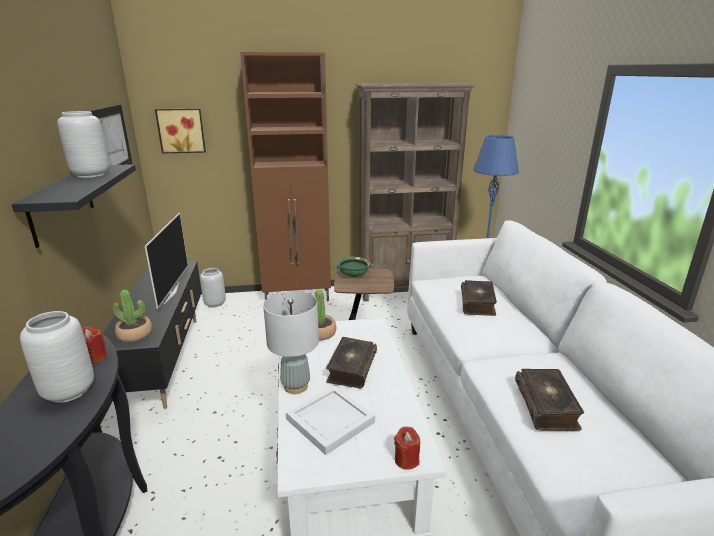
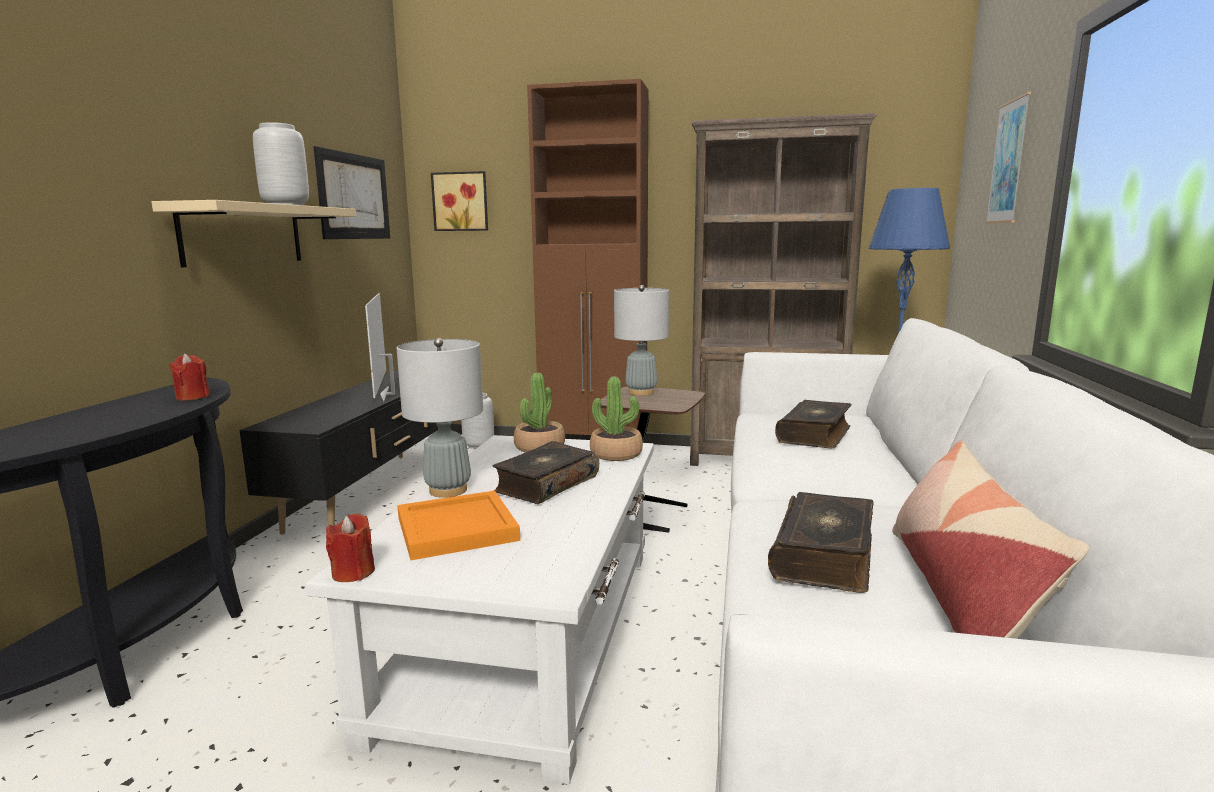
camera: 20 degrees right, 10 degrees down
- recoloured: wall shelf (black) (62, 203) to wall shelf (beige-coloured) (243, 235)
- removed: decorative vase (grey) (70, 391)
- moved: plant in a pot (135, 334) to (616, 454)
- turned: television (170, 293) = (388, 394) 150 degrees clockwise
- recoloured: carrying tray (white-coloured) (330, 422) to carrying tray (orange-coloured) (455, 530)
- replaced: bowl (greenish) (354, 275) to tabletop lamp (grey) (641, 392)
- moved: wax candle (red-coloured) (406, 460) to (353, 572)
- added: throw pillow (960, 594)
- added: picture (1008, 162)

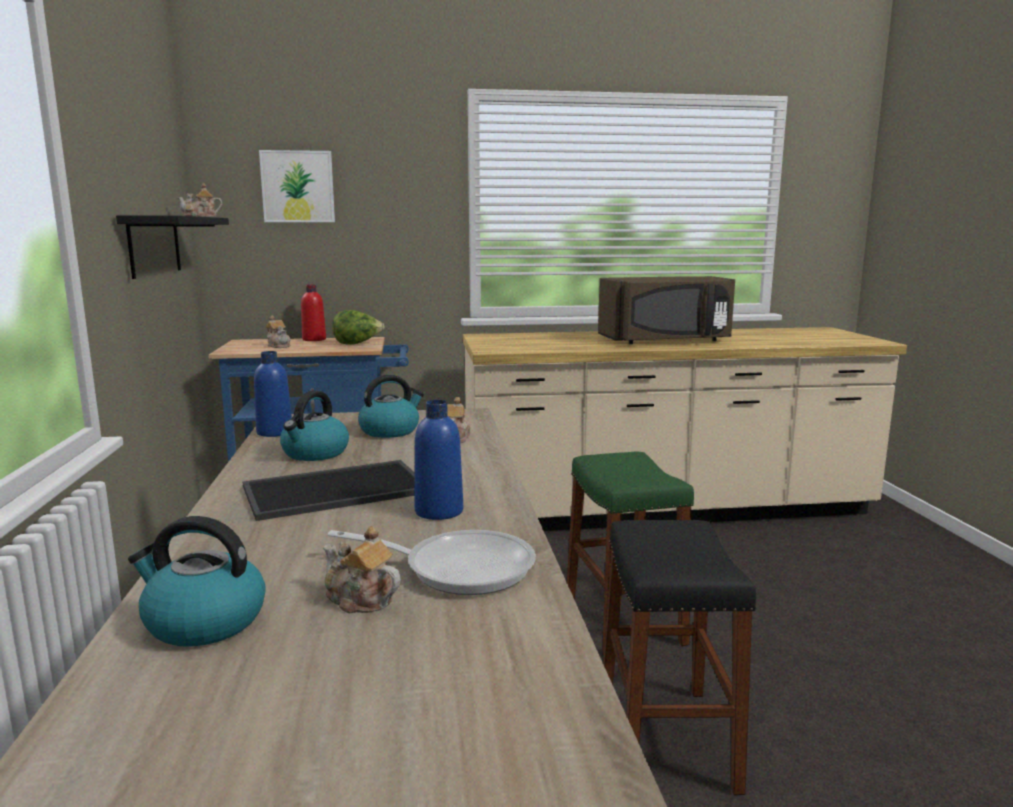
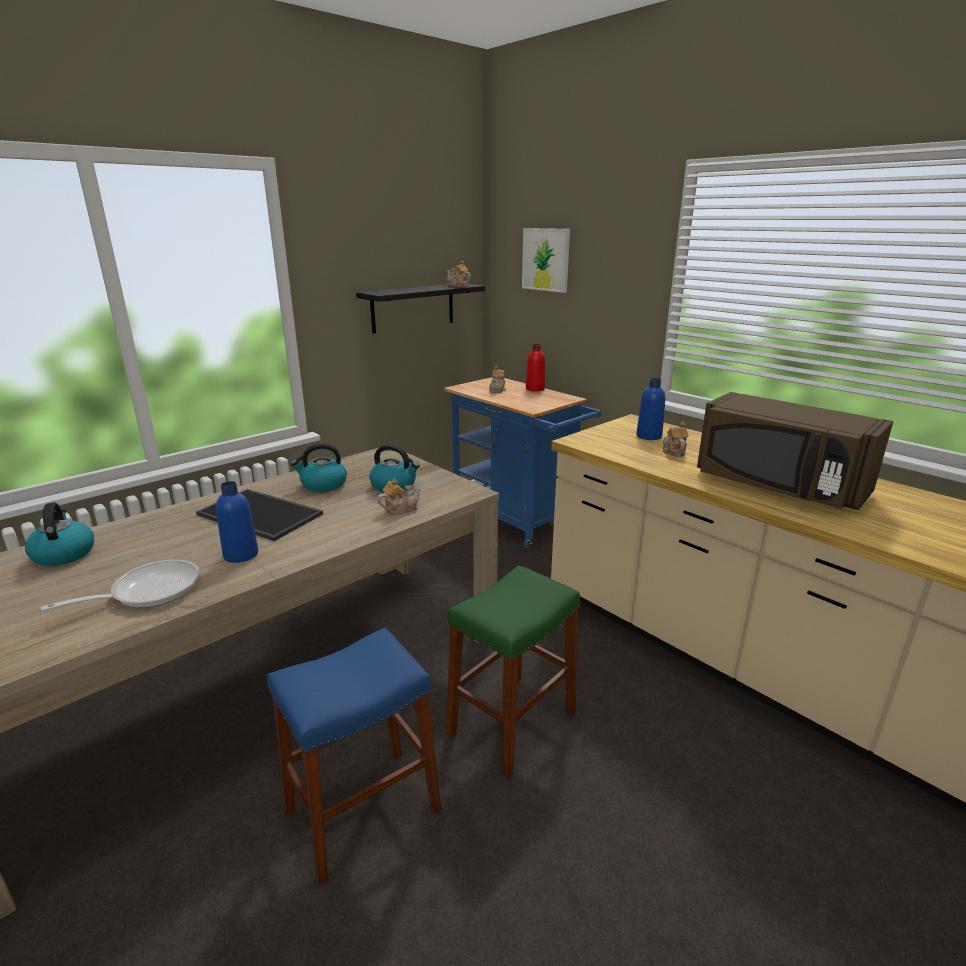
camera: 55 degrees right, 10 degrees up
- moved: drink bottle (bluish) (274, 432) to (649, 436)
- moved: tea pot (359, 600) to (673, 451)
- turned: frying pan (458, 568) = (148, 591) 105 degrees counterclockwise
- removed: lettuce head (357, 344)
- recoloured: stool seat (black) (666, 739) to stool seat (bluish) (363, 810)

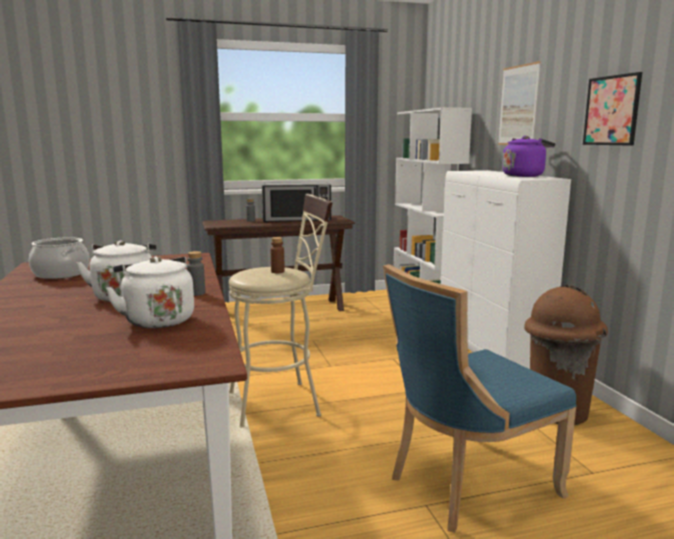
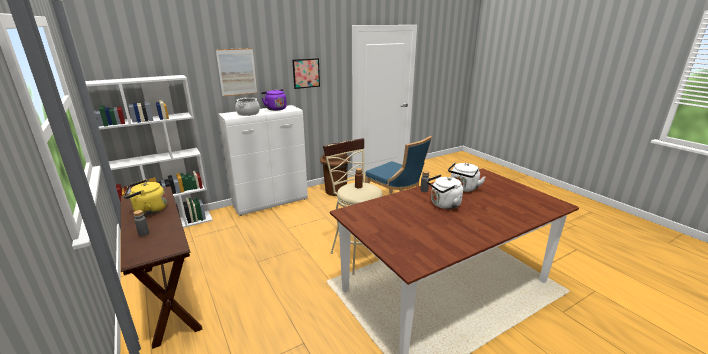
camera: 105 degrees left, 10 degrees up
- moved: stockpot (61, 273) to (248, 113)
- replaced: kitchen microwave (296, 220) to tea kettle (yellowish) (148, 210)

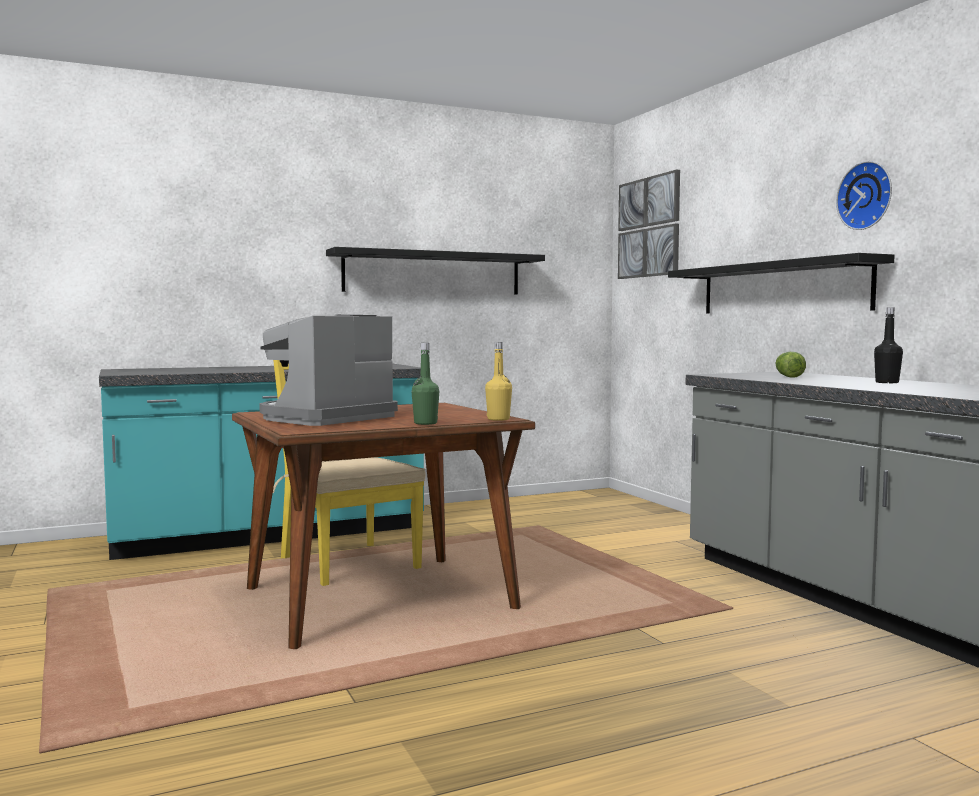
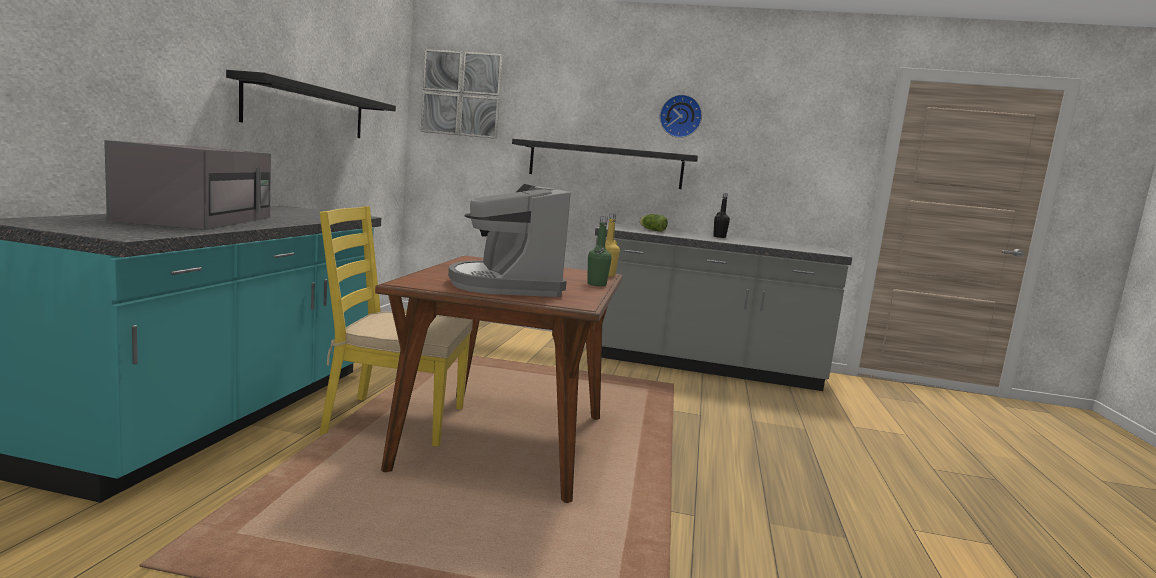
camera: 55 degrees left, 5 degrees up
- added: kitchen microwave (grey) (198, 219)

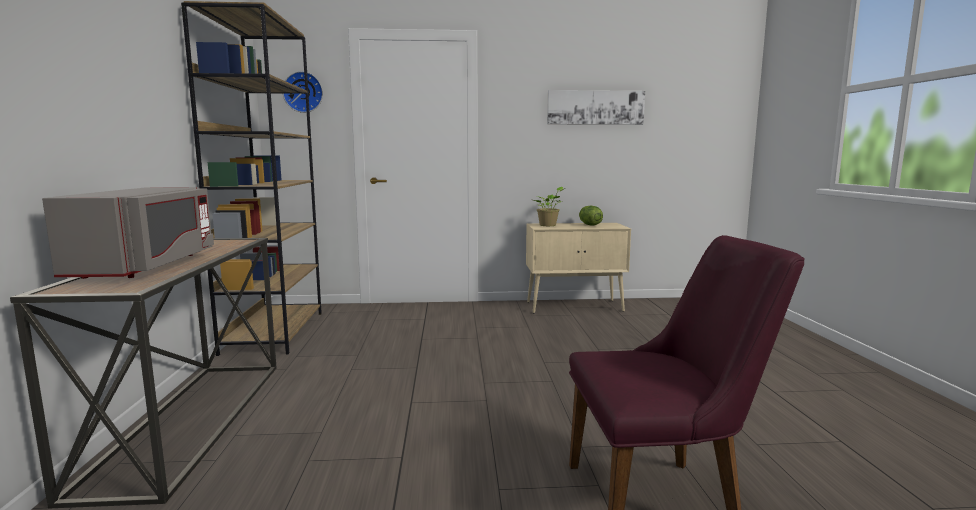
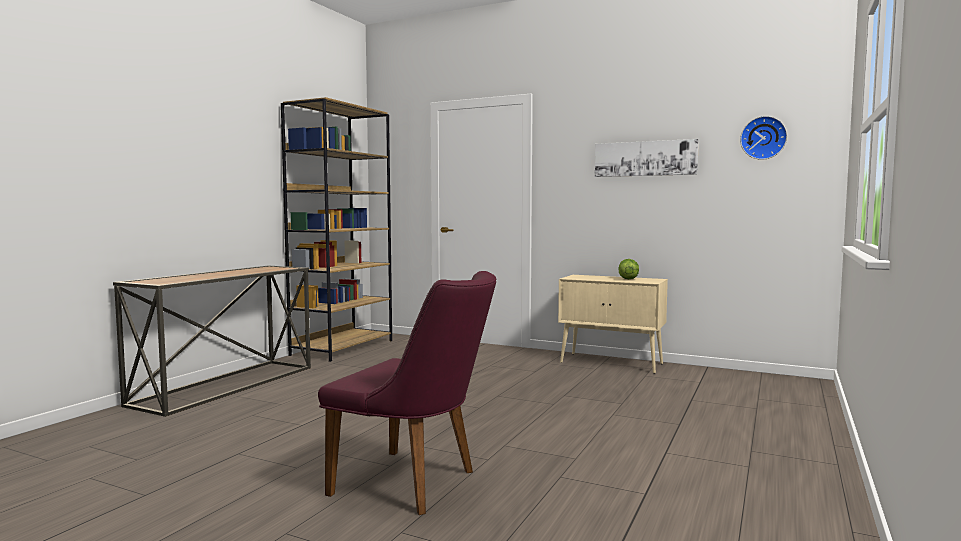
camera: 30 degrees right, 5 degrees down
- removed: kitchen microwave (grey) (147, 266)
- moved: wall clock (303, 92) to (763, 138)
- removed: plant in a pot (549, 225)

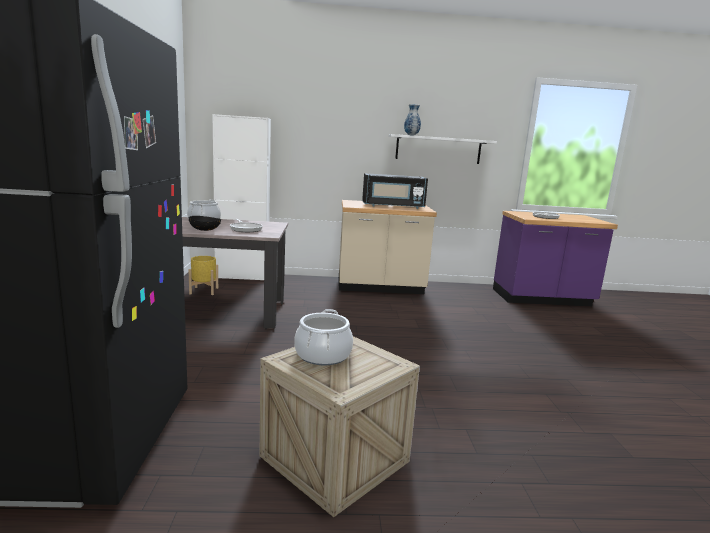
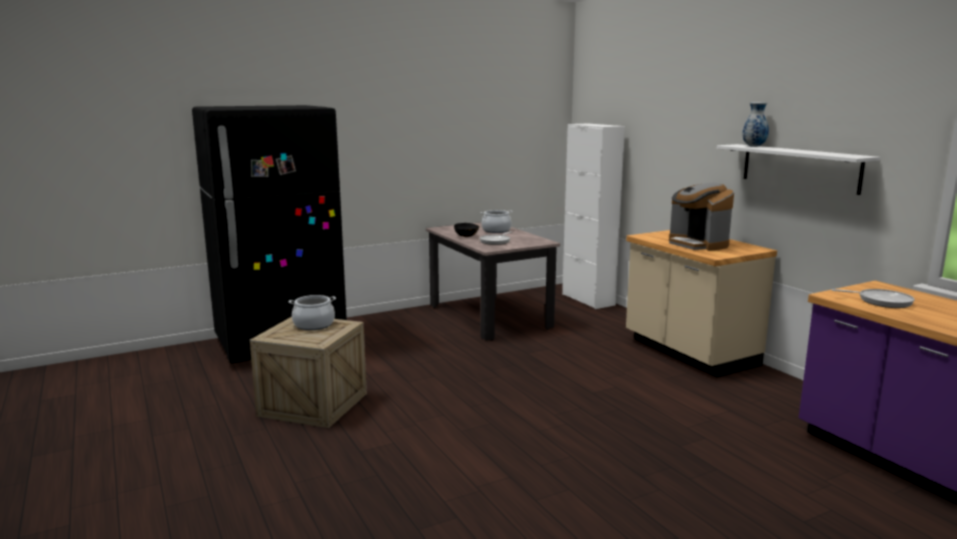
camera: 65 degrees right, 0 degrees up
- removed: plant pot (yellowish) (204, 291)
- replaced: kitchen microwave (black) (393, 206) to coffee brewer (697, 244)

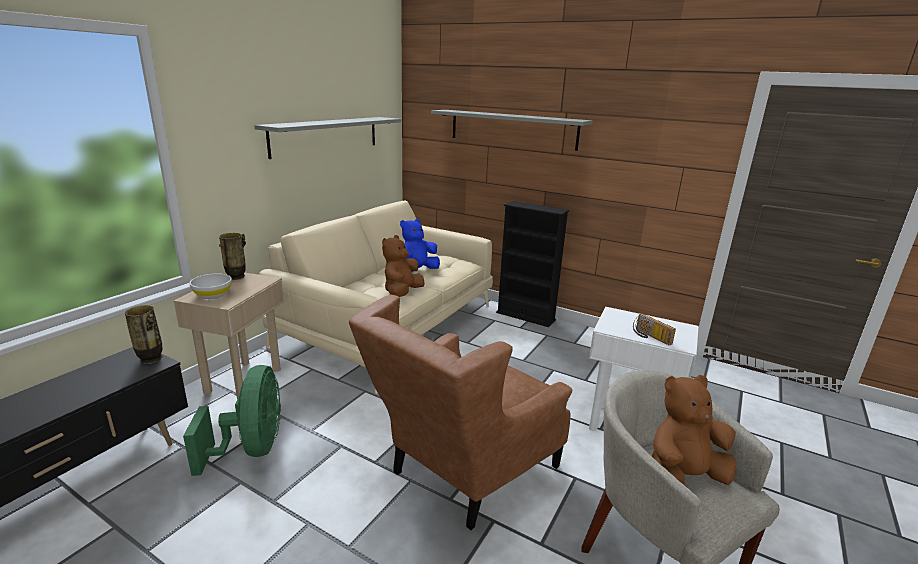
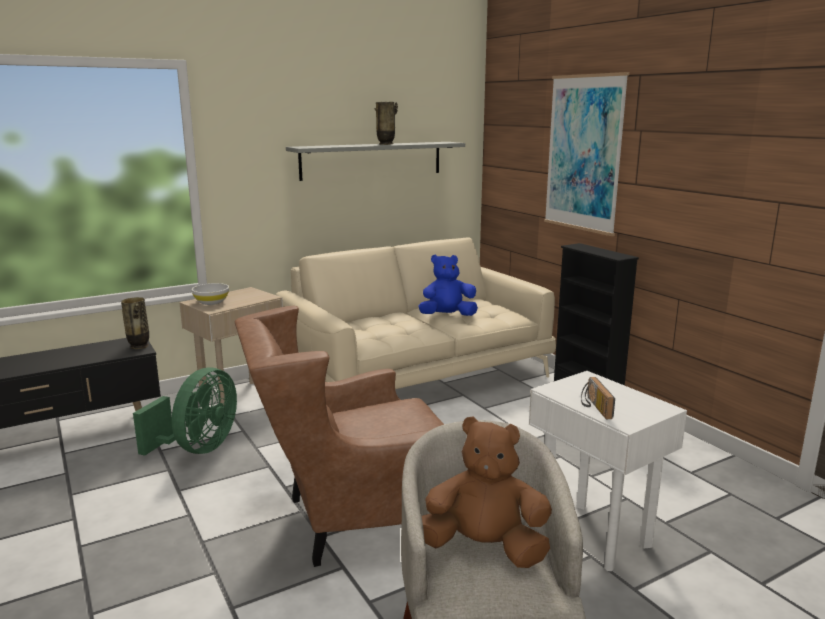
camera: 30 degrees right, 5 degrees down
- moved: decorative vase (236, 277) to (386, 144)
- removed: soft toy (brown) (402, 293)
- replaced: wall shelf (grey) (512, 129) to picture (584, 153)

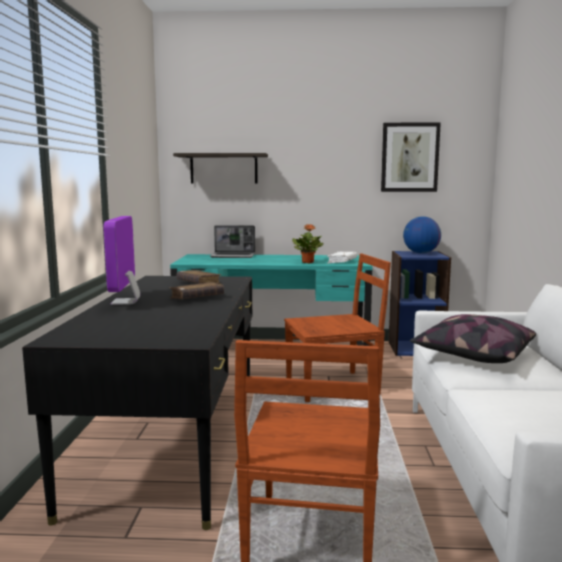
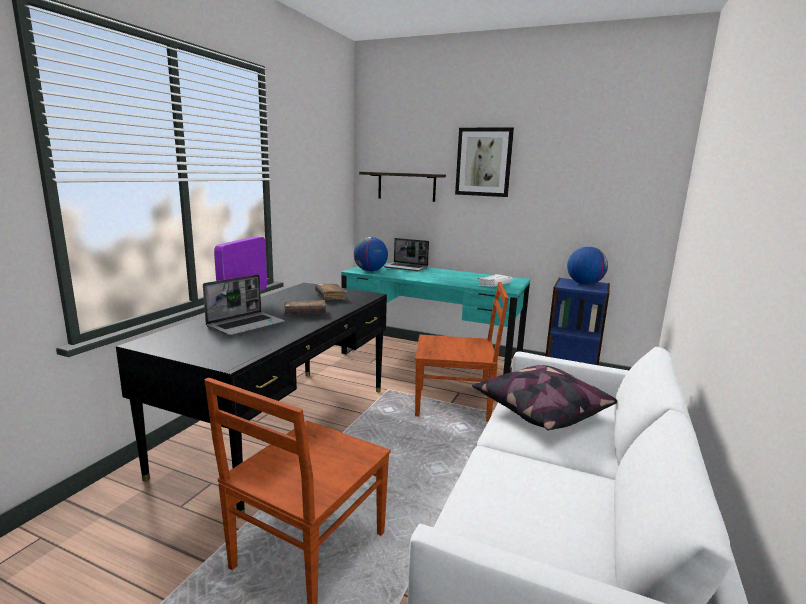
camera: 20 degrees right, 5 degrees up
- removed: plant in a pot (308, 262)
- moved: picture (409, 157) to (483, 162)
- added: laptop (246, 325)
- added: desk globe (370, 271)

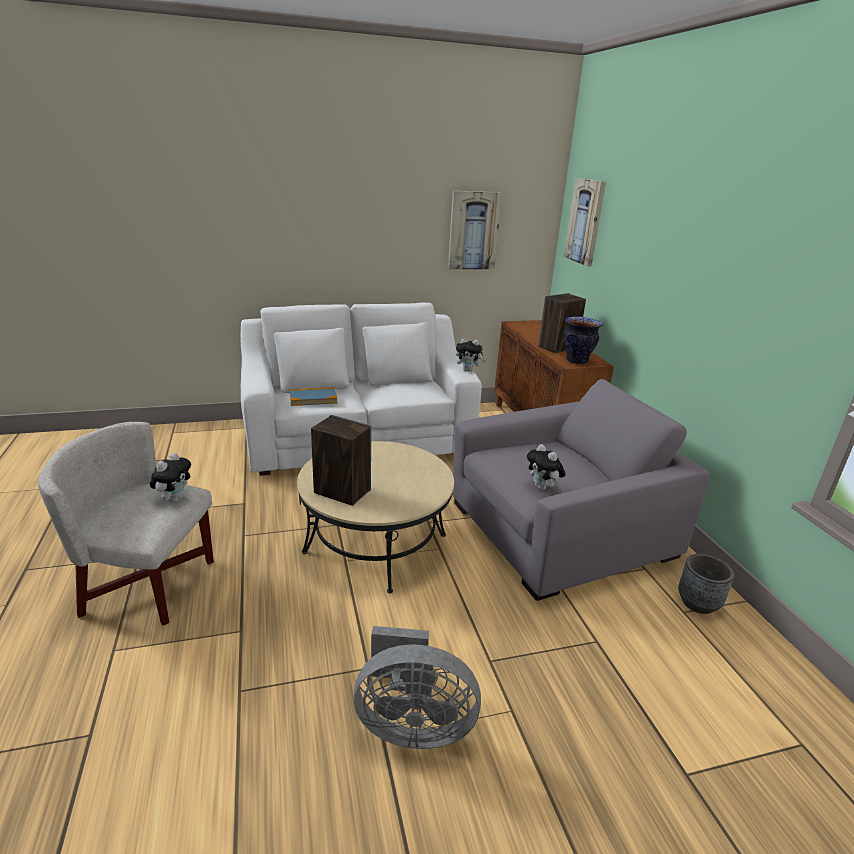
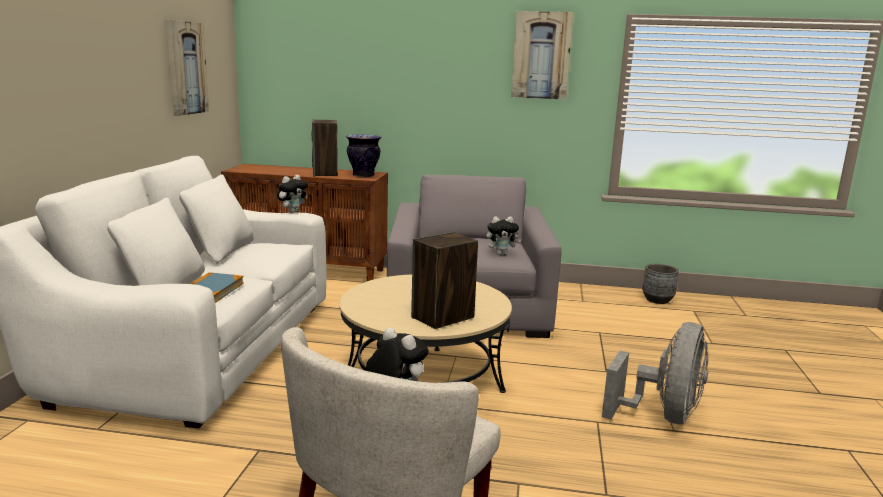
camera: 65 degrees left, 10 degrees down
- moved: picture (585, 221) to (541, 55)
- moved: plant pot (grey) (698, 603) to (657, 300)

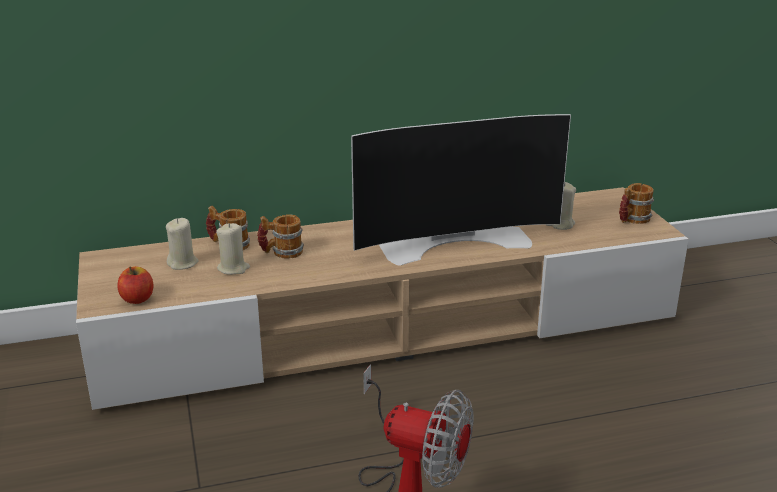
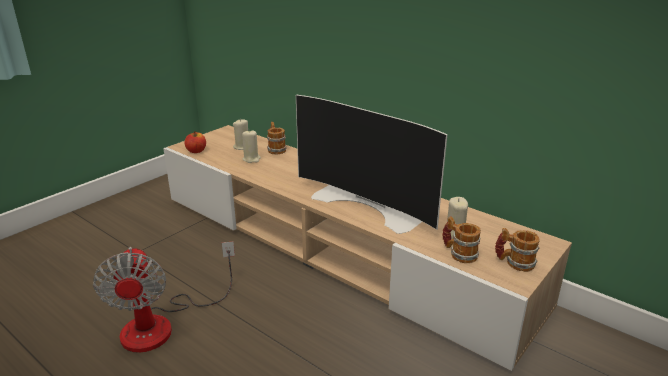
camera: 55 degrees right, 0 degrees up
- moved: tea mug (281, 252) to (459, 253)

